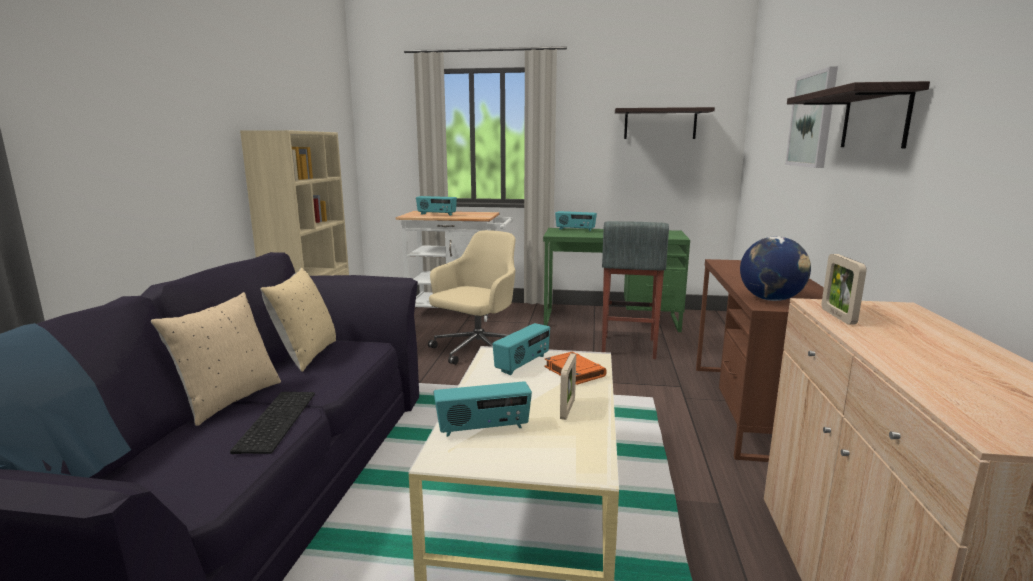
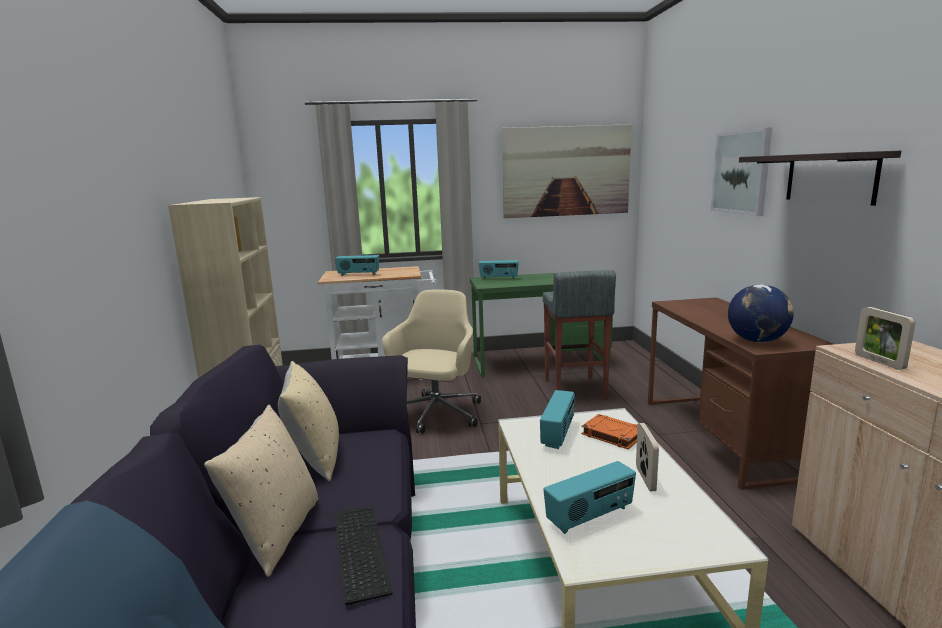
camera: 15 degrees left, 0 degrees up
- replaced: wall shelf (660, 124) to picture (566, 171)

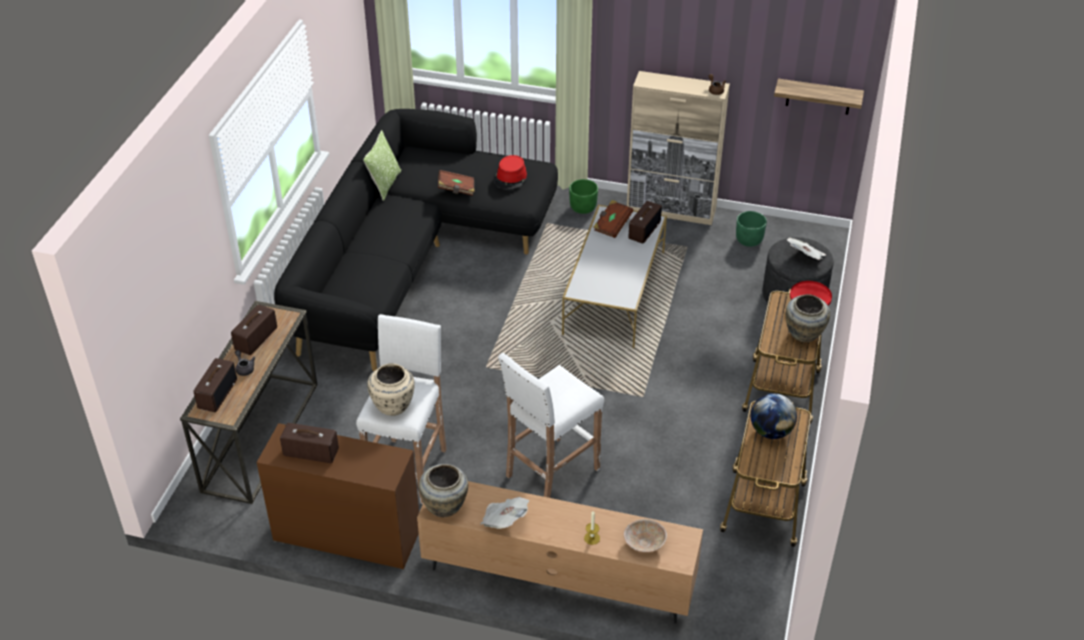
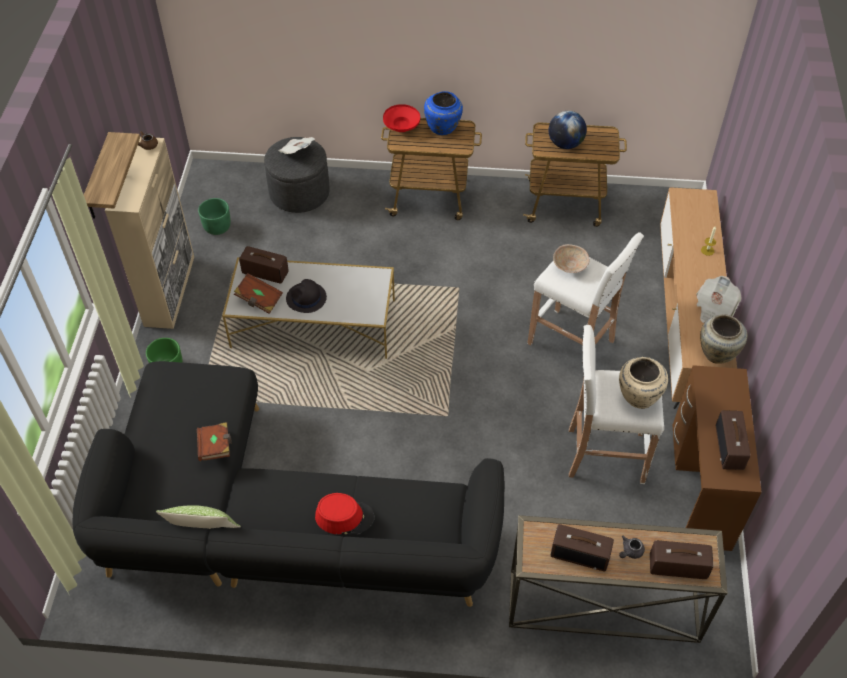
camera: 100 degrees left, 10 degrees up
- moved: clothing hat (red-coloured) (510, 178) to (344, 517)
- moved: bowl (beige-coloured) (644, 542) to (570, 265)
- moved: wall shelf (818, 97) to (99, 179)
- recoloured: decorative vase (beige-coloured) (803, 335) to decorative vase (bluish) (443, 128)
- added: clothing hat (black) (306, 298)

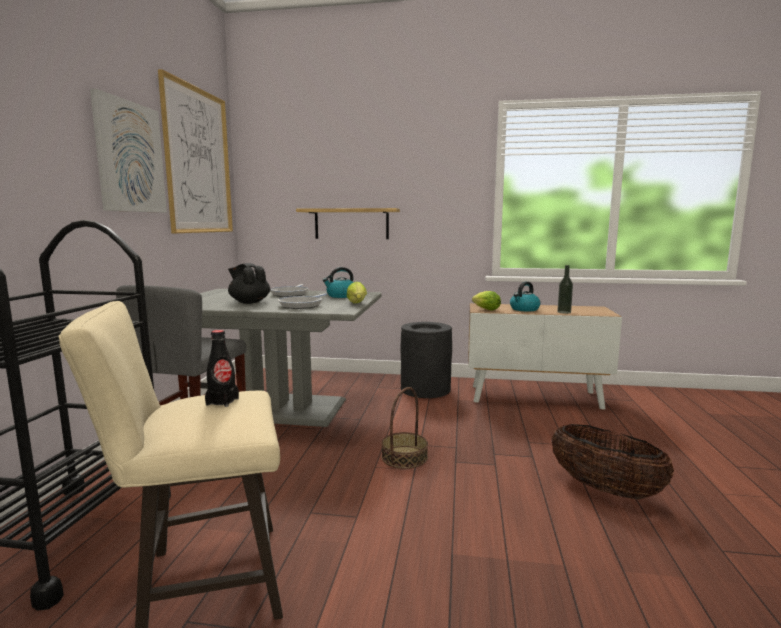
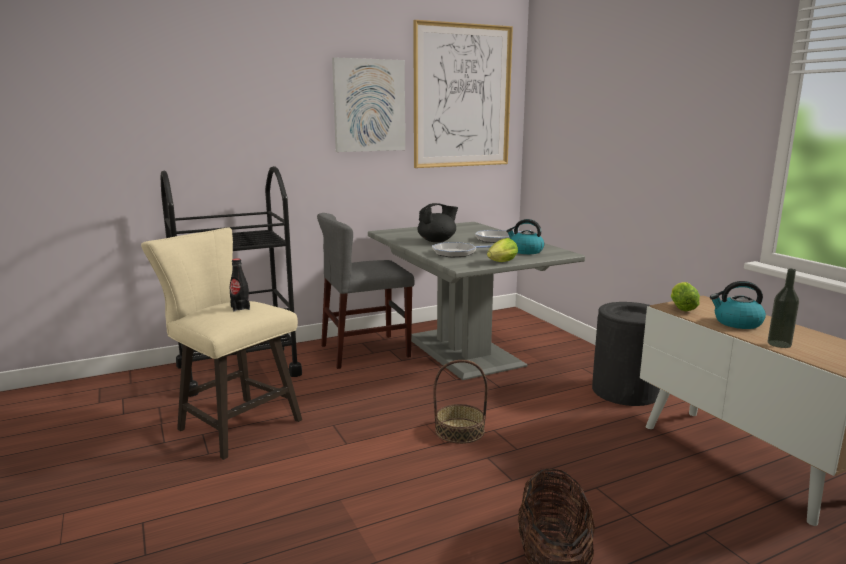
camera: 55 degrees right, 5 degrees up
- turned: tea pot (black) (249, 302) = (437, 241) 60 degrees clockwise
- removed: wall shelf (351, 224)

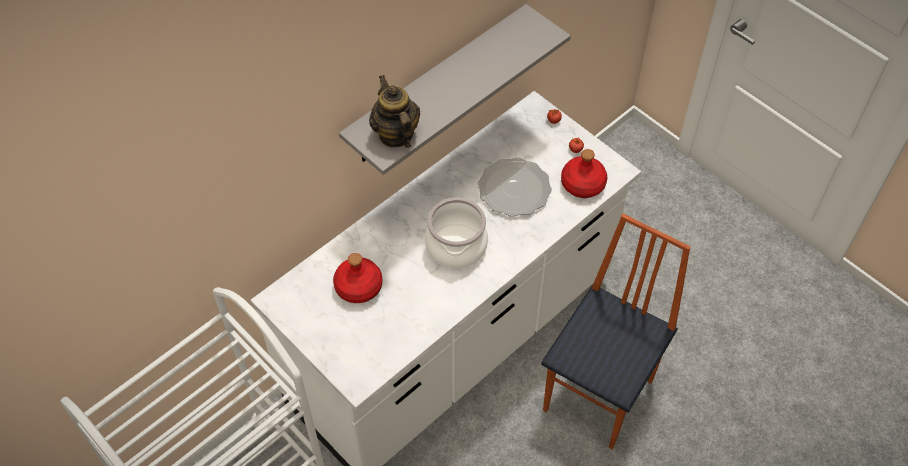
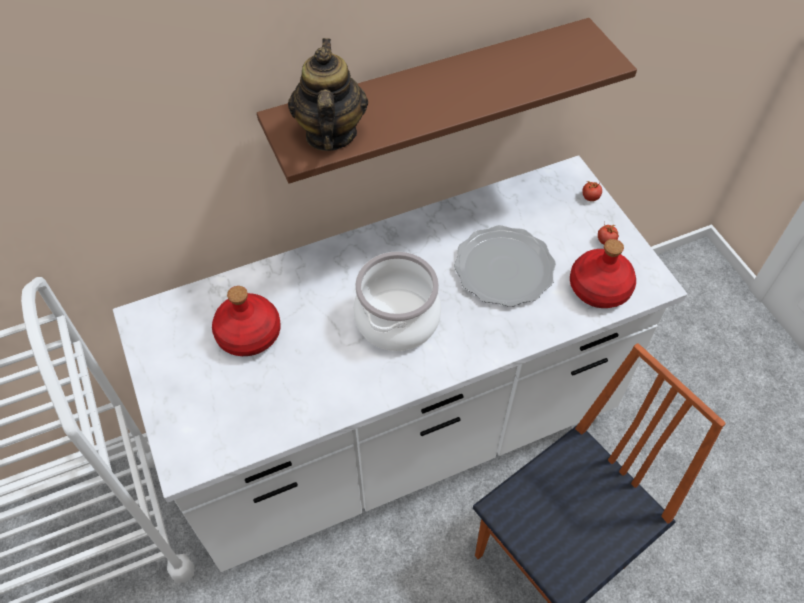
camera: 20 degrees right, 0 degrees up
- recoloured: wall shelf (grey) (437, 86) to wall shelf (brown) (430, 97)

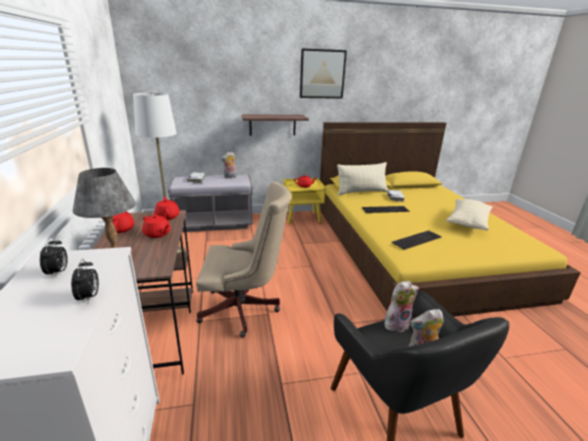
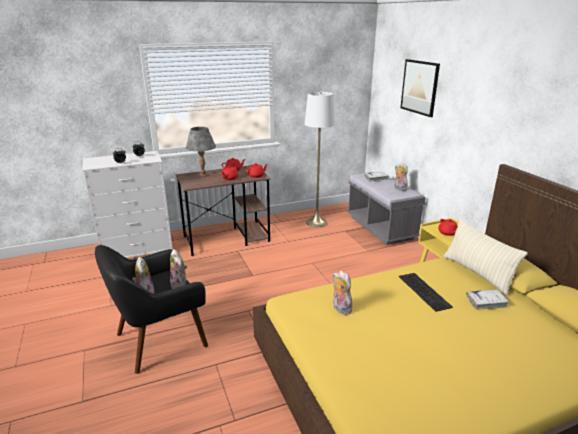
camera: 80 degrees right, 0 degrees up
- removed: office chair (beige-coloured) (244, 309)
- removed: wall shelf (272, 125)
- moved: picture (322, 74) to (419, 87)
- replaced: keyboard (416, 239) to soft toy (340, 309)
- removed: throw pillow (beige-coloured) (468, 222)

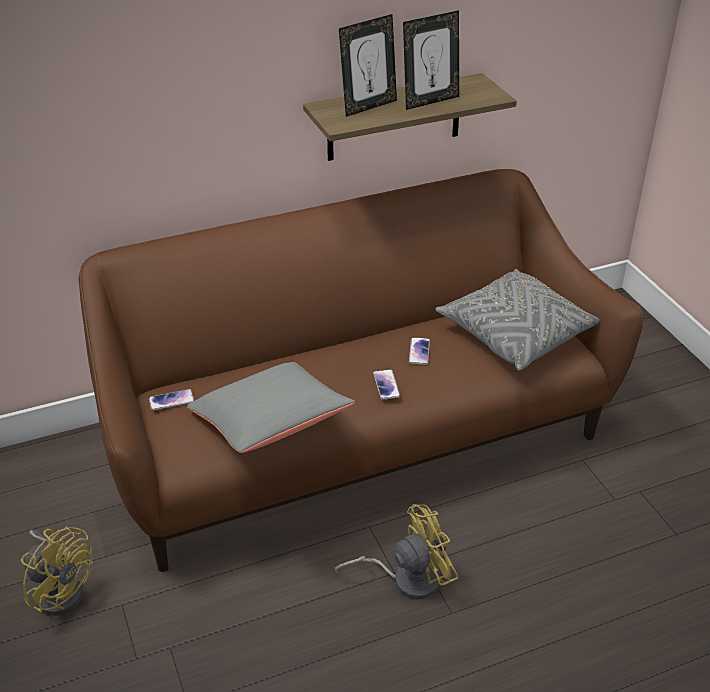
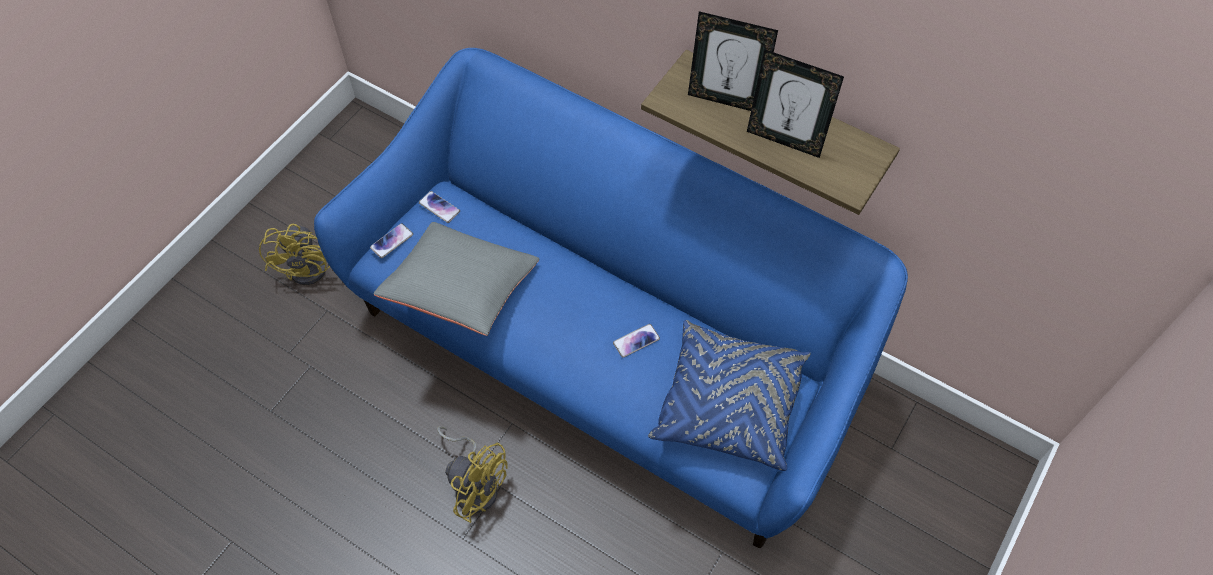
camera: 55 degrees right, 20 degrees up
- recoloured: sofa (brown) (355, 437) to sofa (bluish) (606, 350)
- moved: telephone (386, 385) to (392, 241)
- recoloured: throw pillow (grey) (514, 334) to throw pillow (bluish) (728, 404)

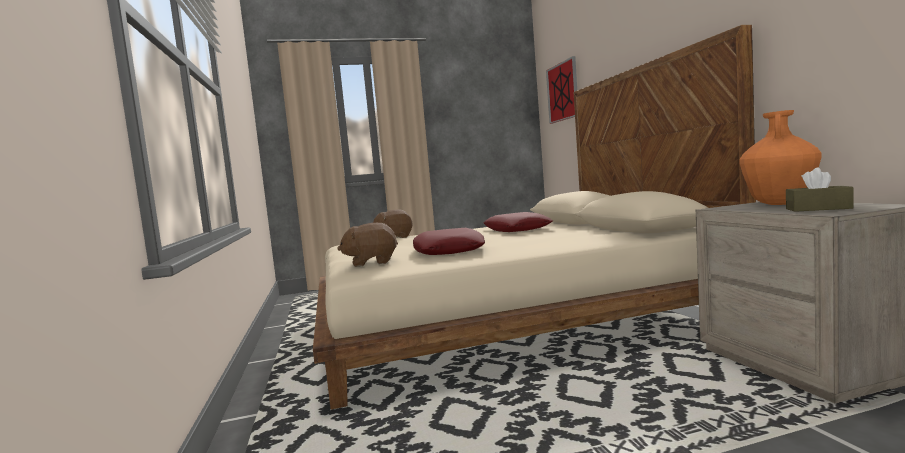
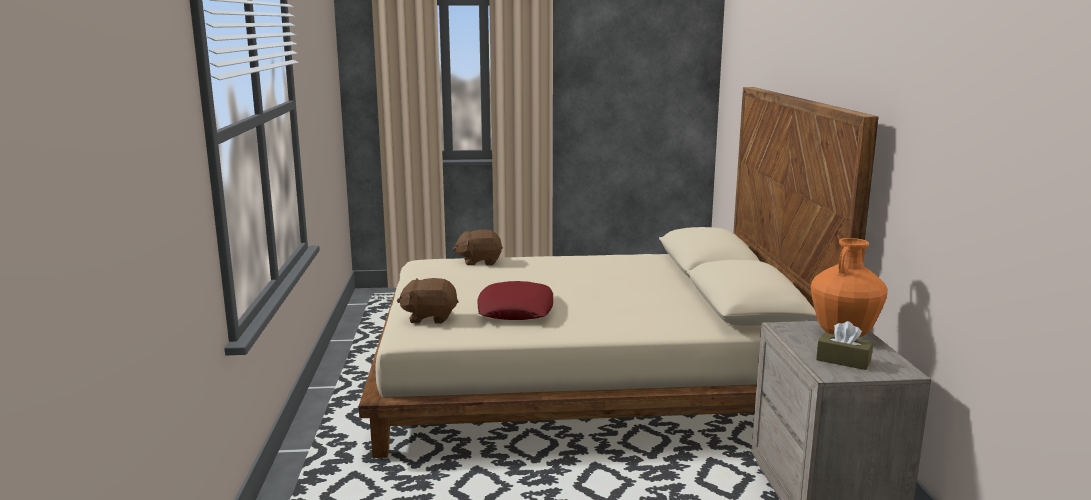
camera: 10 degrees right, 10 degrees up
- removed: throw pillow (red-coloured) (517, 229)
- removed: picture (562, 92)

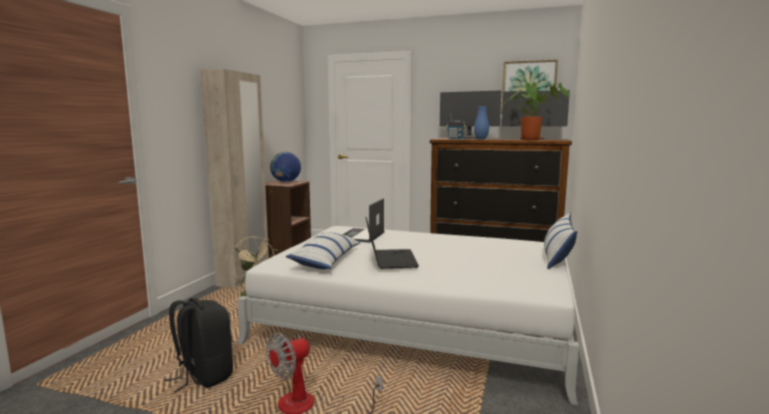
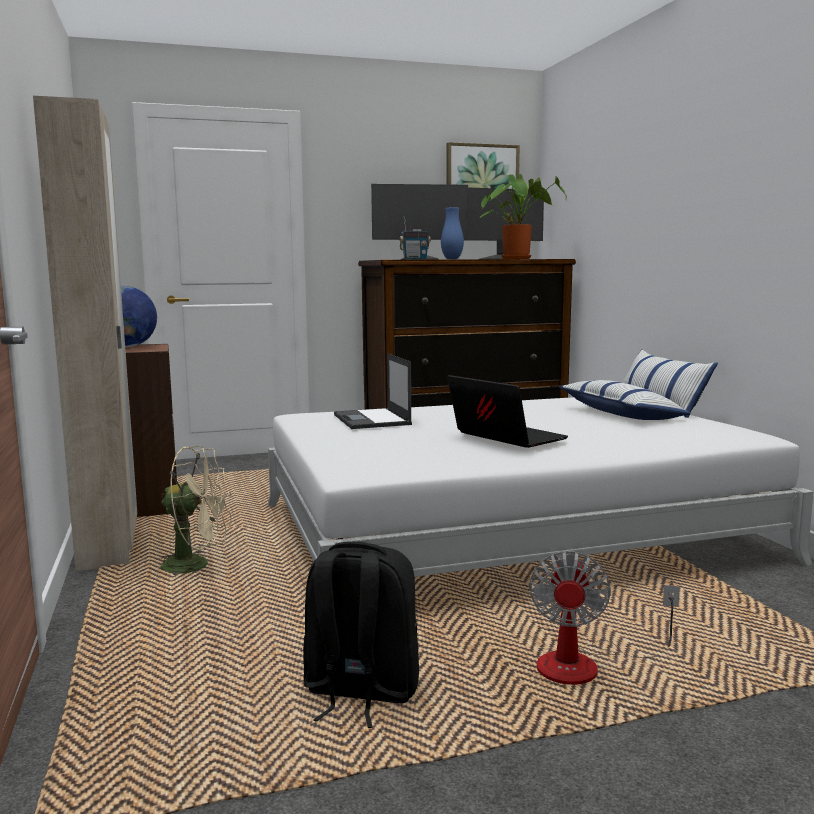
camera: 35 degrees left, 0 degrees up
- moved: throw pillow (326, 260) to (620, 415)

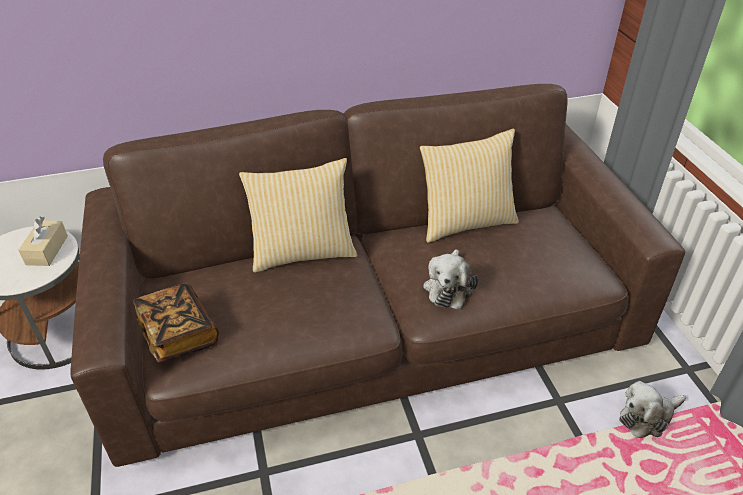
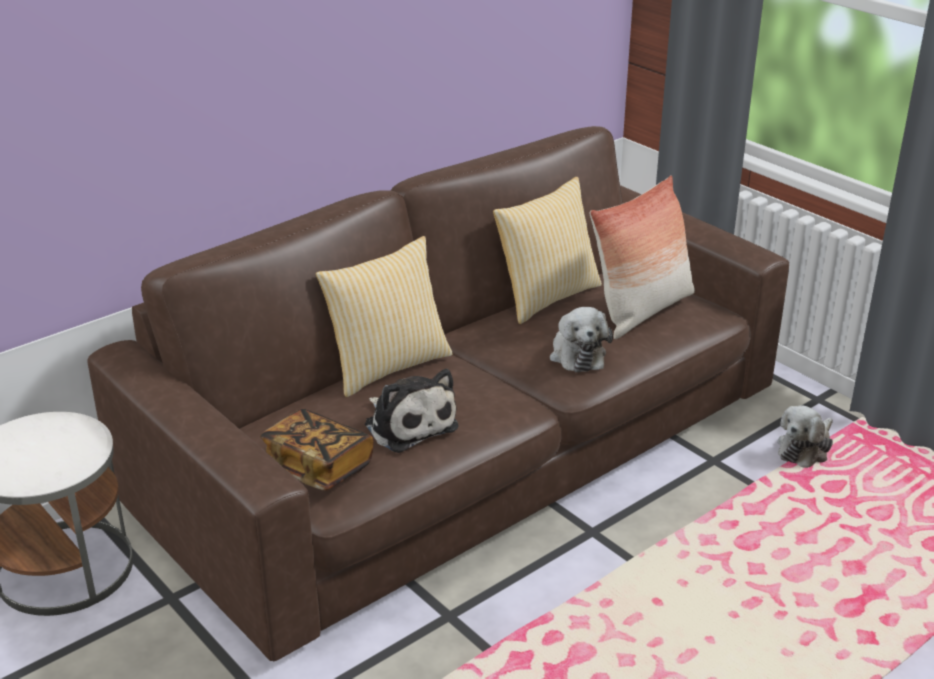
camera: 25 degrees left, 10 degrees down
- removed: tissue box (beige-coloured) (47, 250)
- added: soft toy (408, 424)
- added: throw pillow (642, 311)

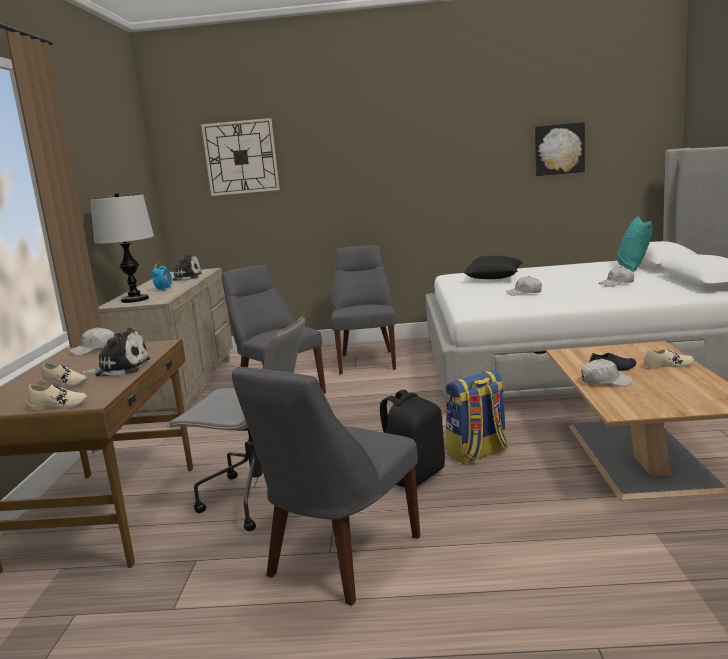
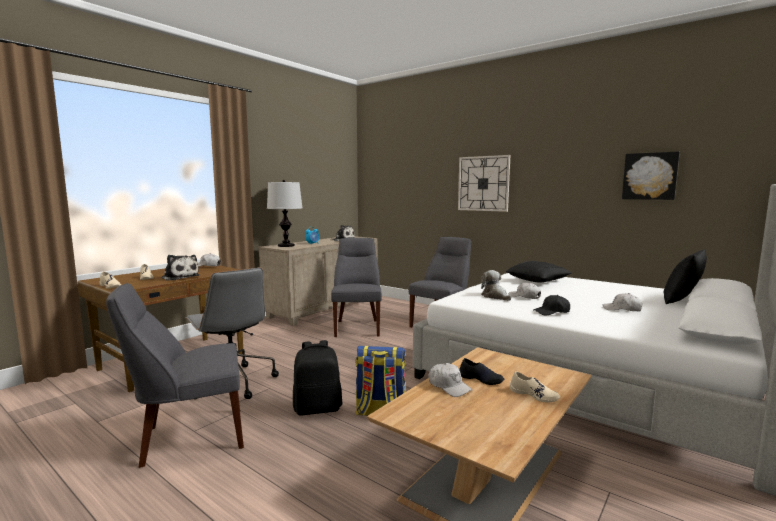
camera: 35 degrees right, 5 degrees down
- moved: wall clock (241, 157) to (483, 183)
- recoloured: throw pillow (turquoise-coloured) (633, 268) to throw pillow (black) (681, 300)
- added: soft toy (495, 296)
- added: cap (black) (552, 312)

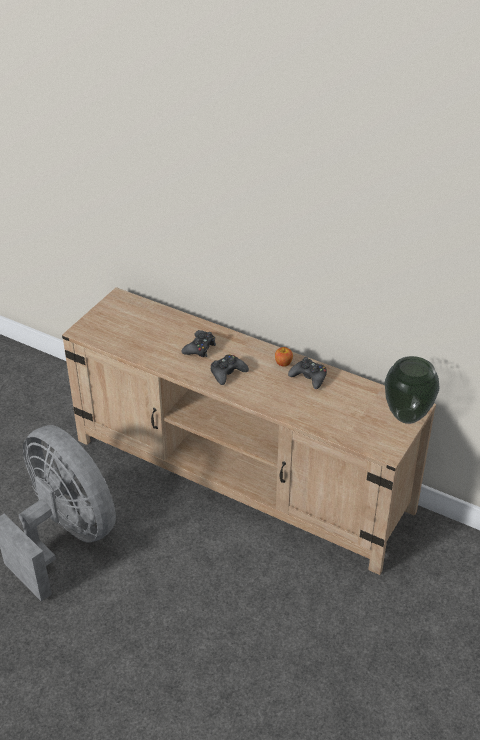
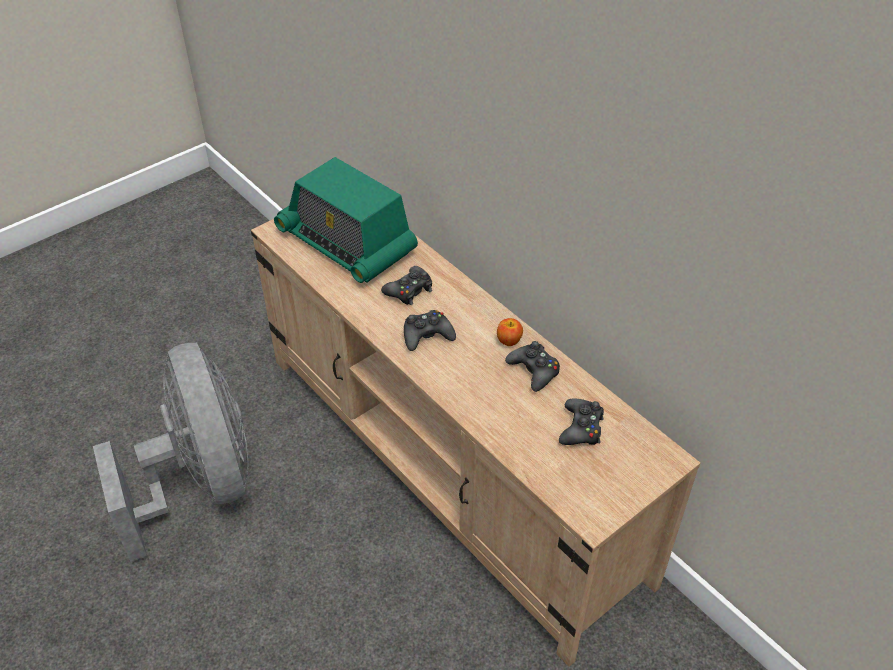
camera: 20 degrees right, 5 degrees up
- removed: decorative vase (408, 416)
- added: radio receiver (347, 243)
- added: game controller (black) (581, 428)

